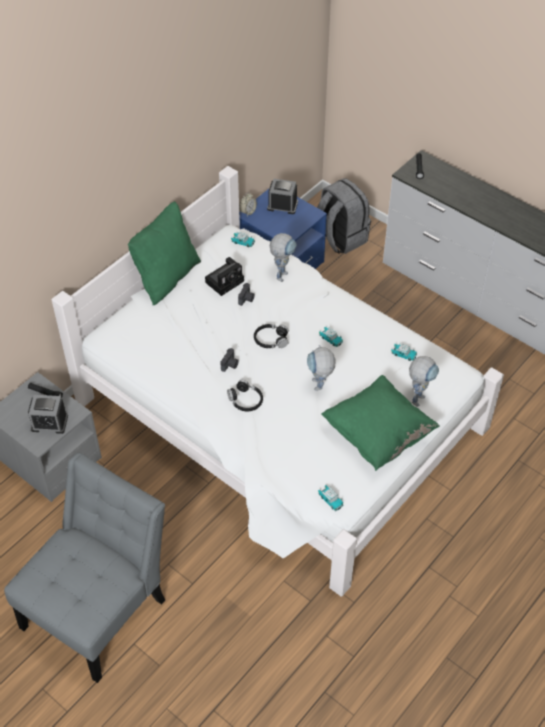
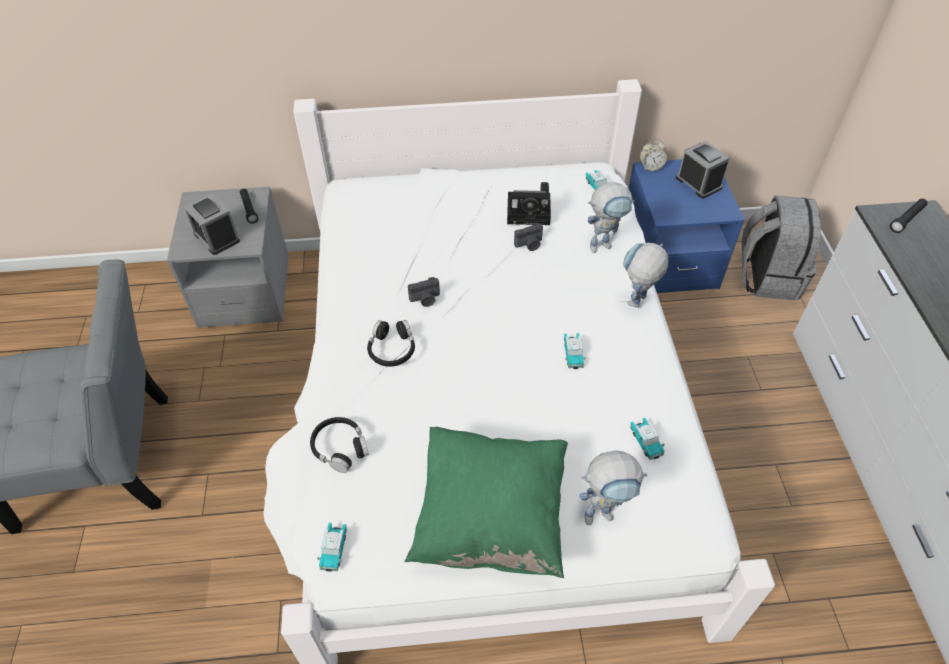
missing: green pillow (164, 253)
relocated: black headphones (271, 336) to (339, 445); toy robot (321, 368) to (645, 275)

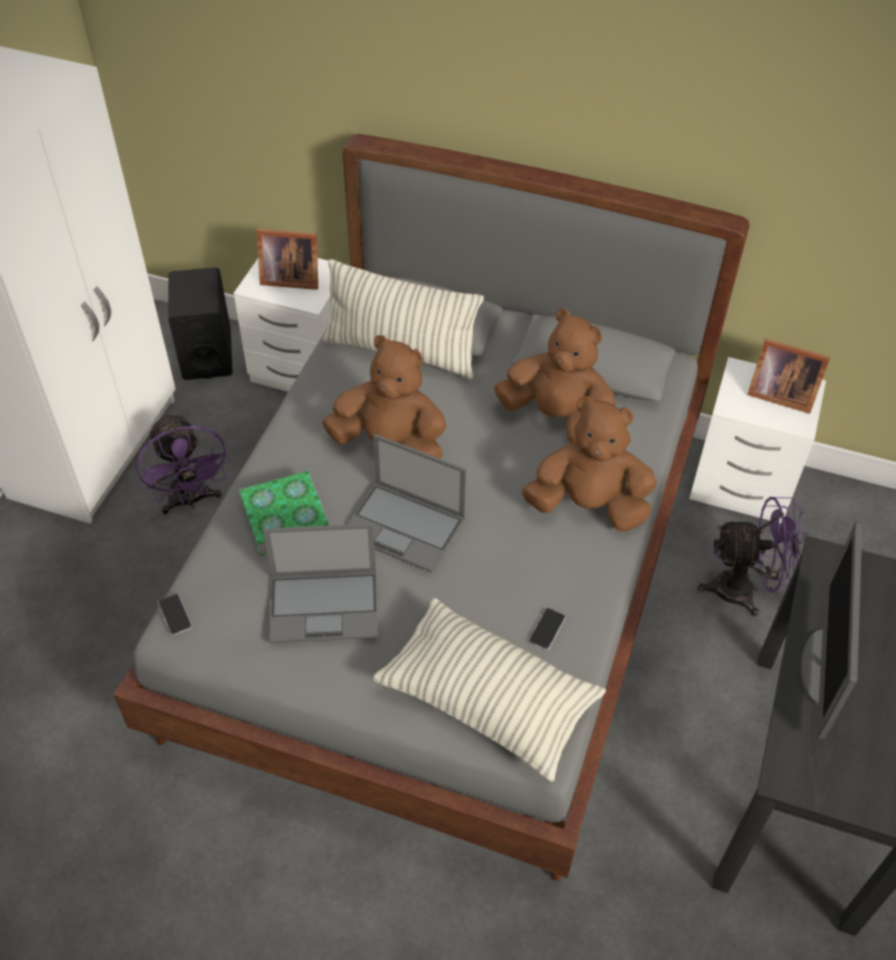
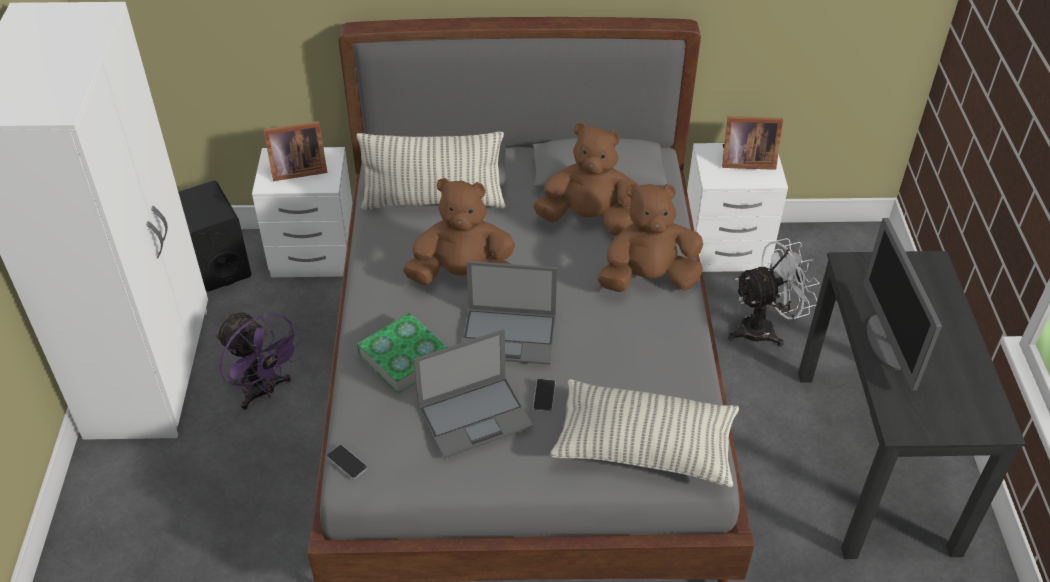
relocated: phone (547, 629) to (544, 395)
colour: purple fan (752, 557) to white fan (774, 292)

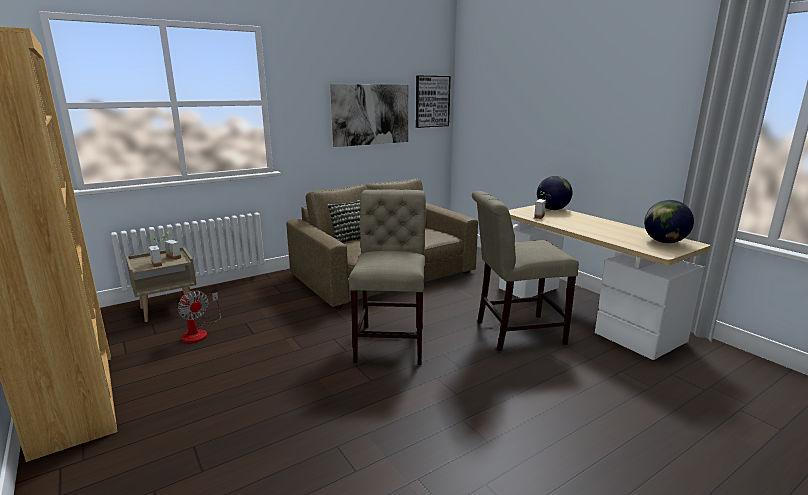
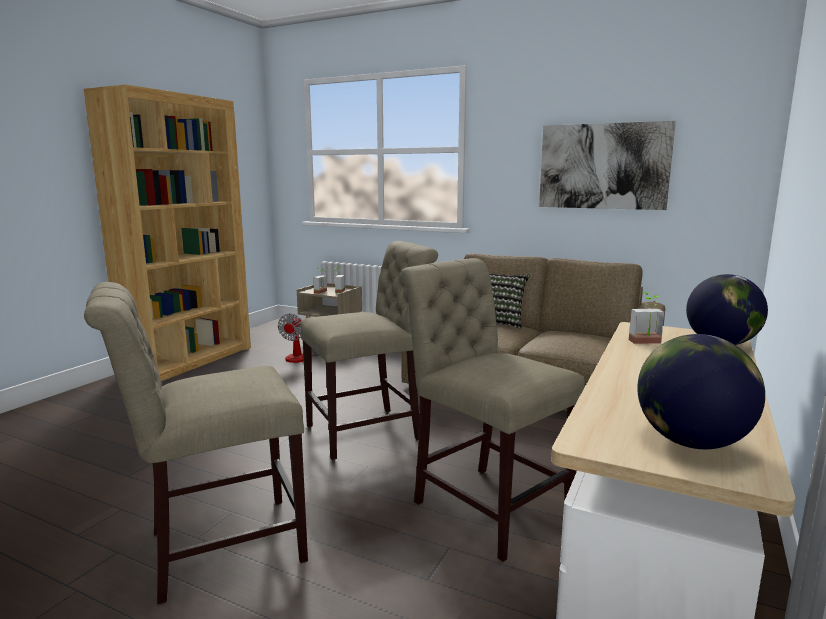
missing: picture (433, 102)
appeared: beige chair (196, 443)

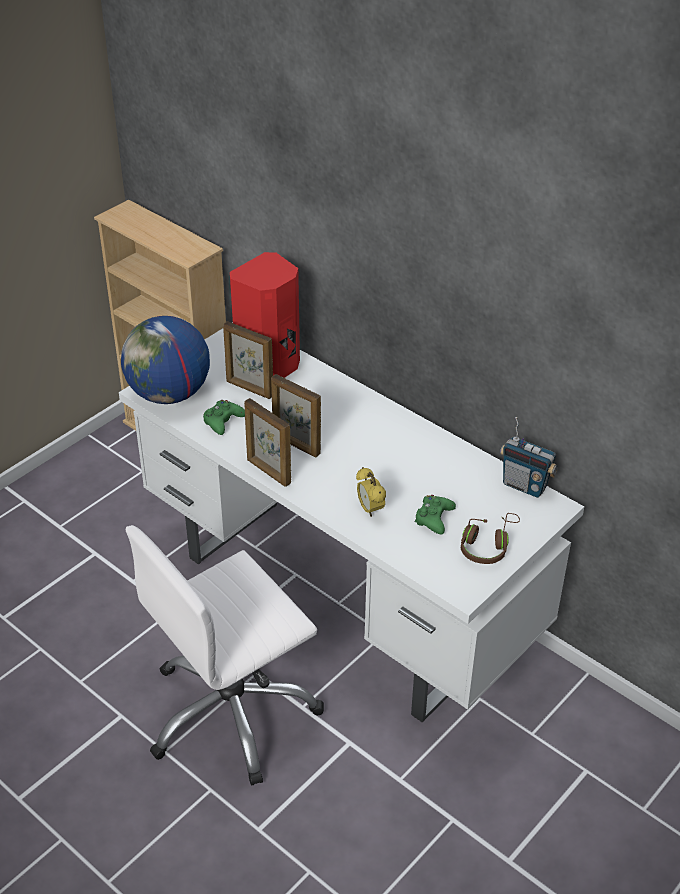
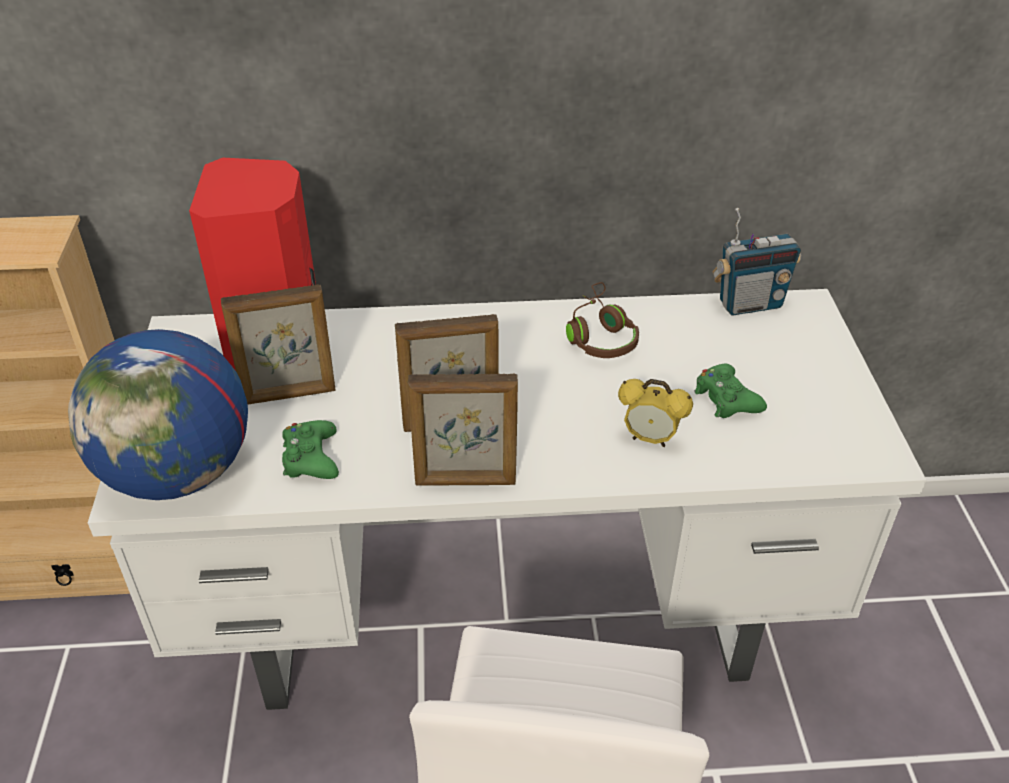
relocated: brown headphones (490, 538) to (602, 320)

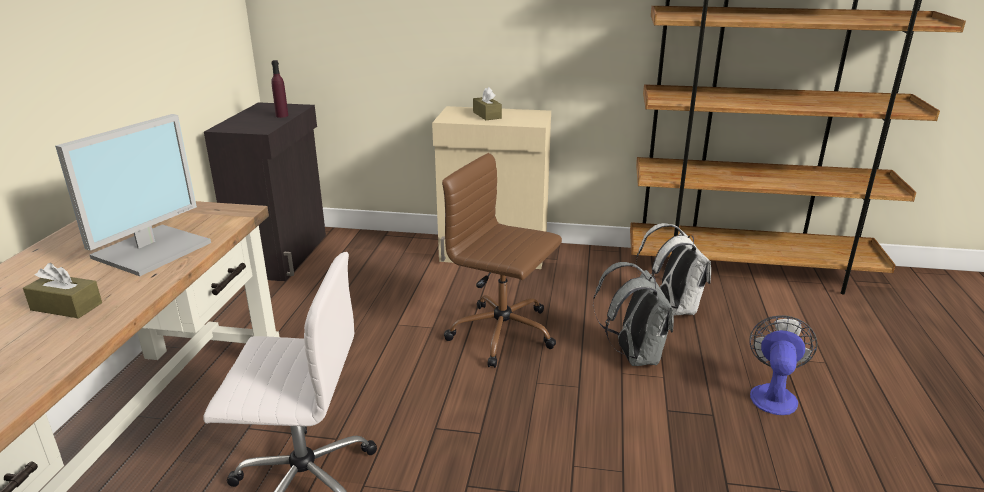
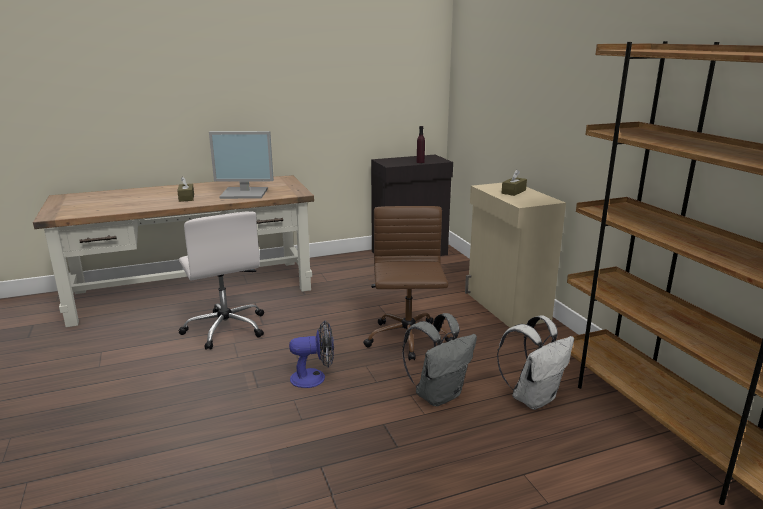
relocated: fan (783, 365) to (311, 354)

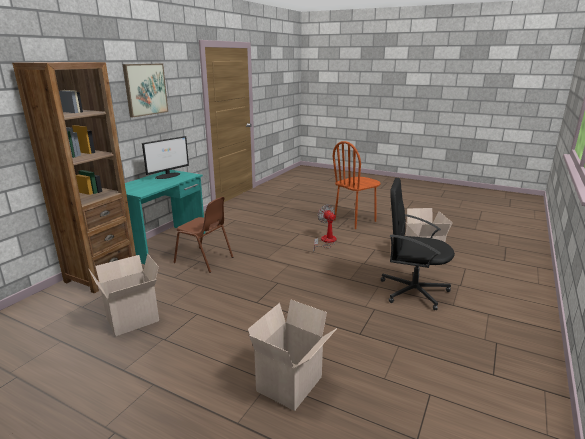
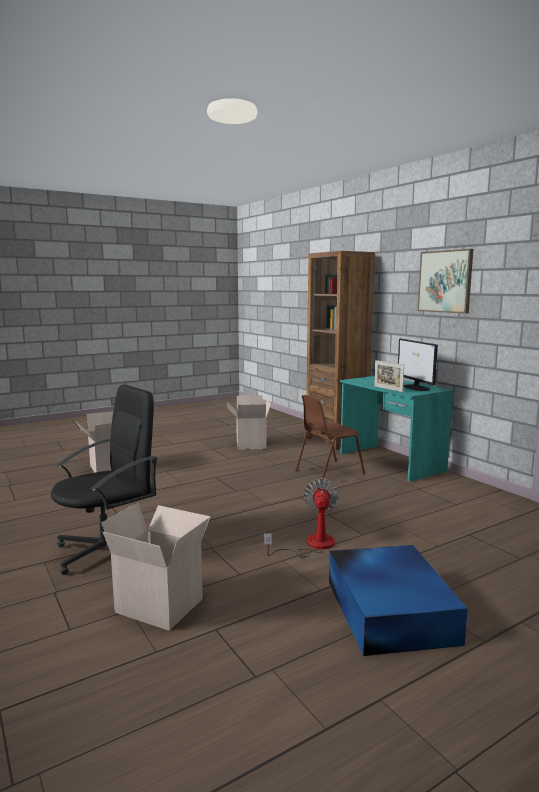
appeared: picture frame (389, 376)
exchanged: brown chair (357, 185) to blue storage box (398, 600)
spun: fan (325, 227) = (301, 517) 90 degrees counterclockwise

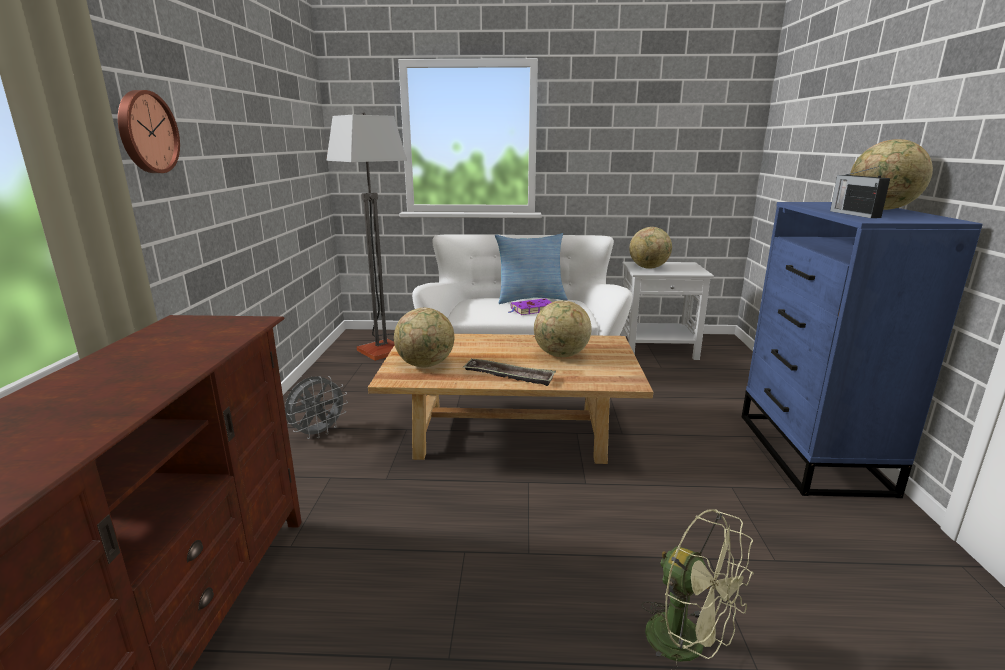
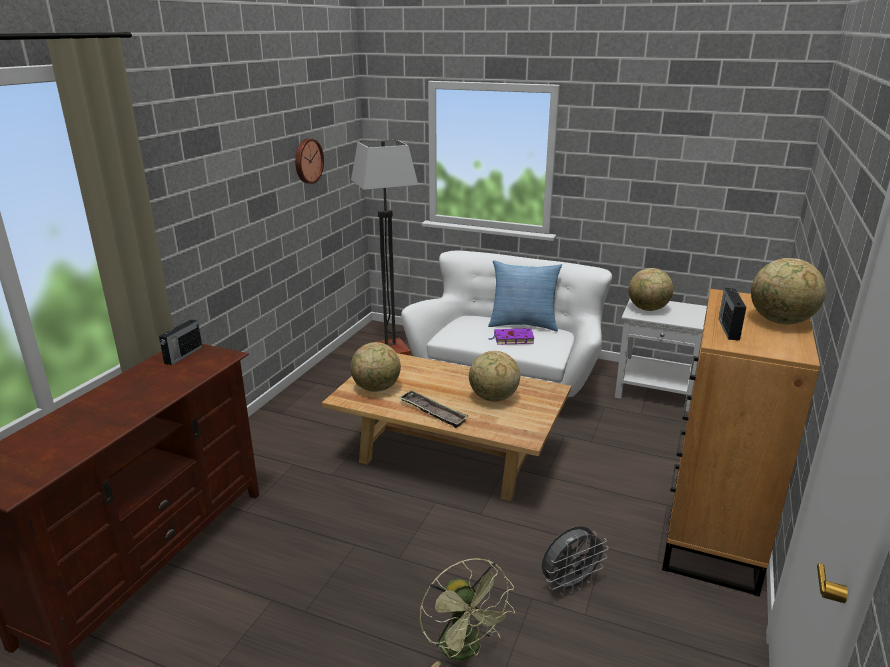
appeared: radio (180, 341)
relocated: wall clock (149, 131) to (309, 161); grey fan (316, 407) to (575, 560)
colour: blue dresser (862, 350) to brown dresser (741, 442)

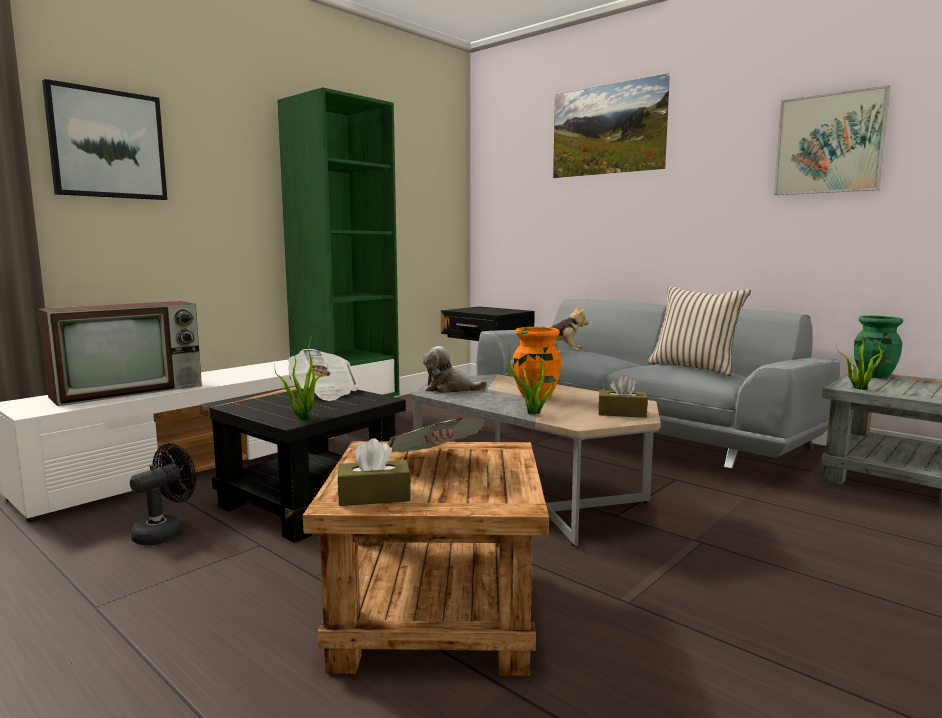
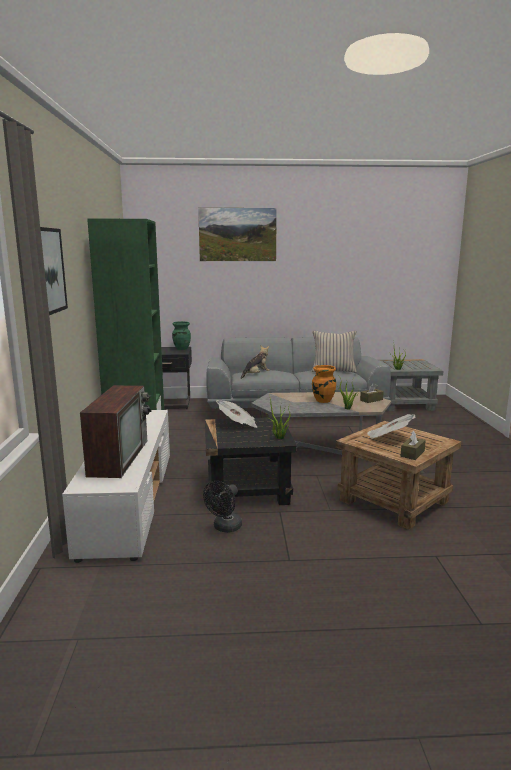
missing: plush toy (455, 369); picture (832, 140)
relocated: green vase (878, 347) to (181, 335)
spun: black fan (163, 494) = (222, 506) 135 degrees counterclockwise

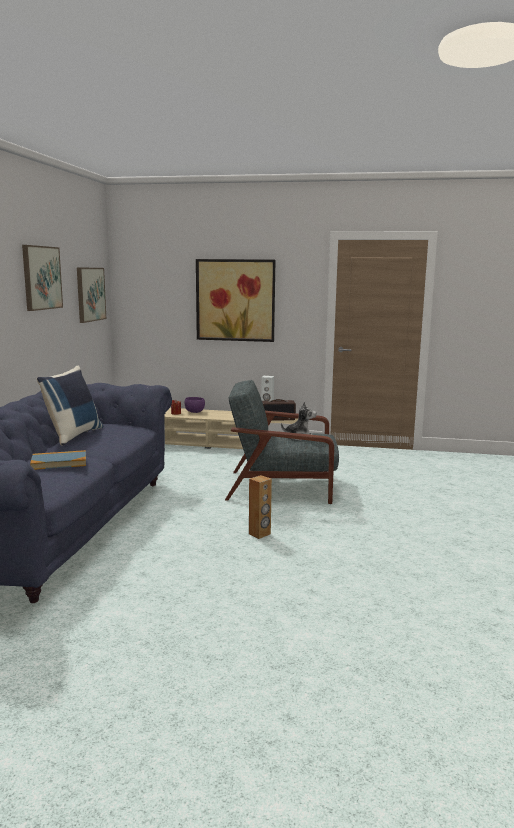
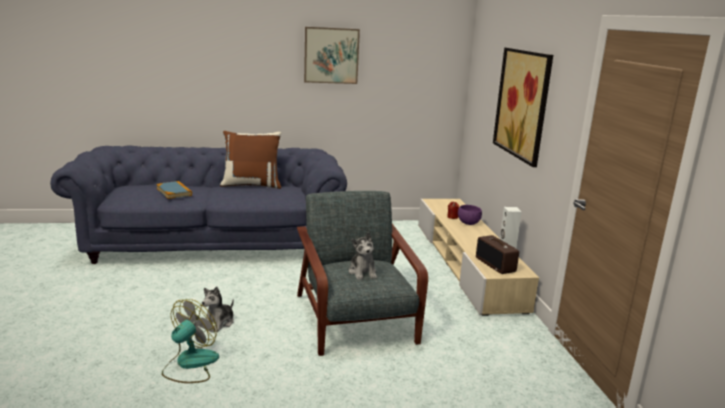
missing: picture (91, 295)
appeared: fan (190, 341)
exchanged: brown speaker (260, 507) to plush toy (218, 309)
colour: blue pillow (70, 406) to brown pillow (250, 160)

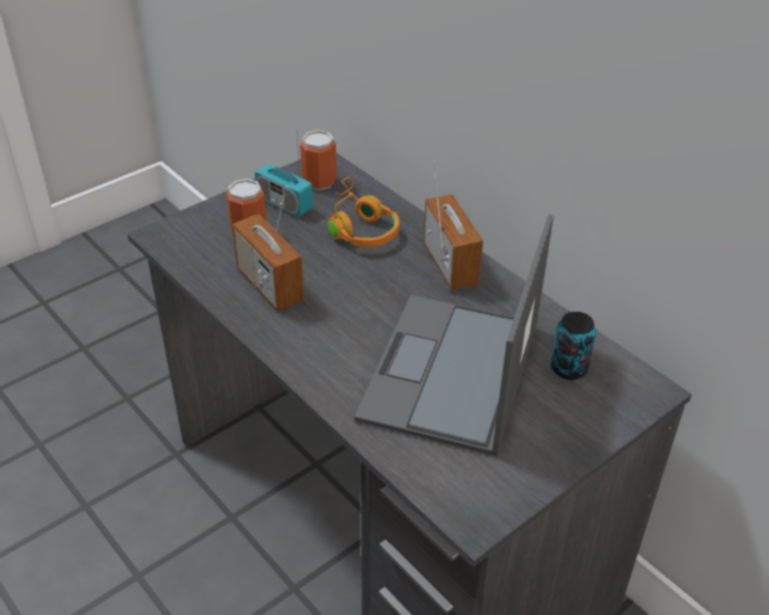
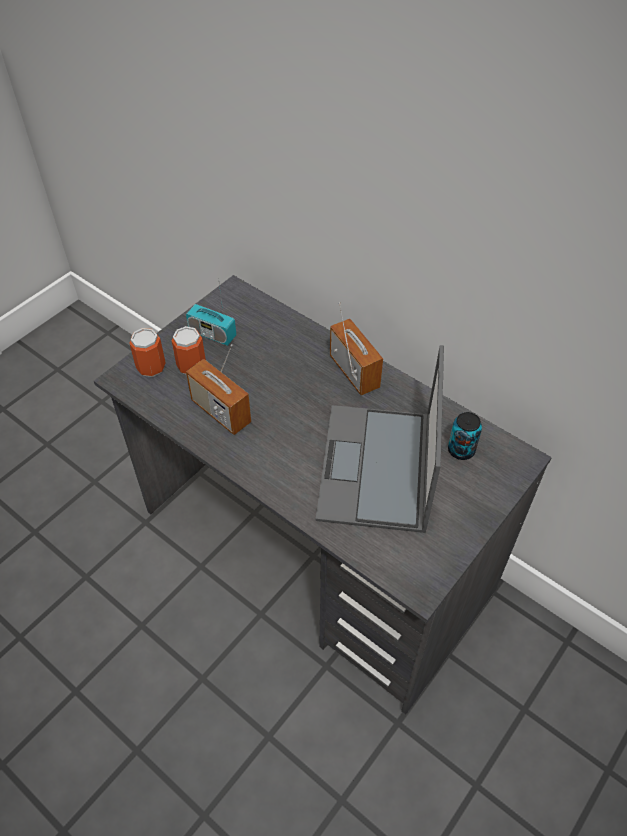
missing: orange headphones (363, 212)
relocated: can (318, 160) to (147, 352)

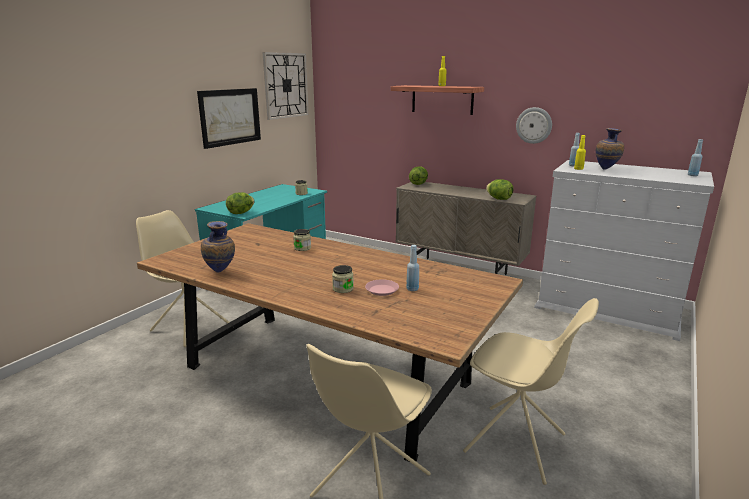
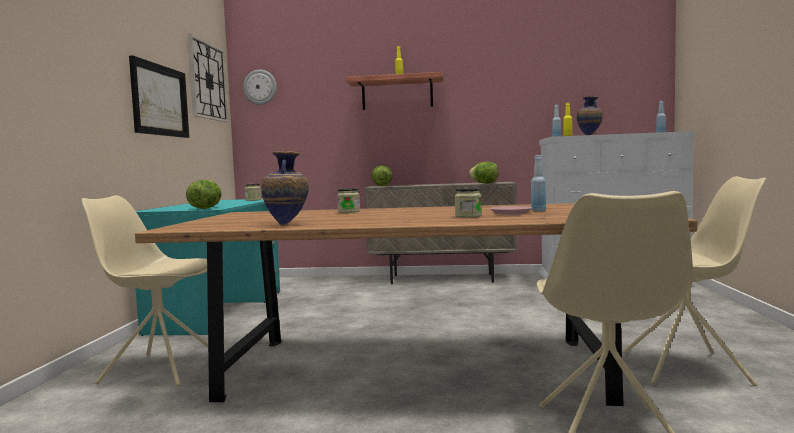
relocated: wall clock (534, 125) to (260, 87)

